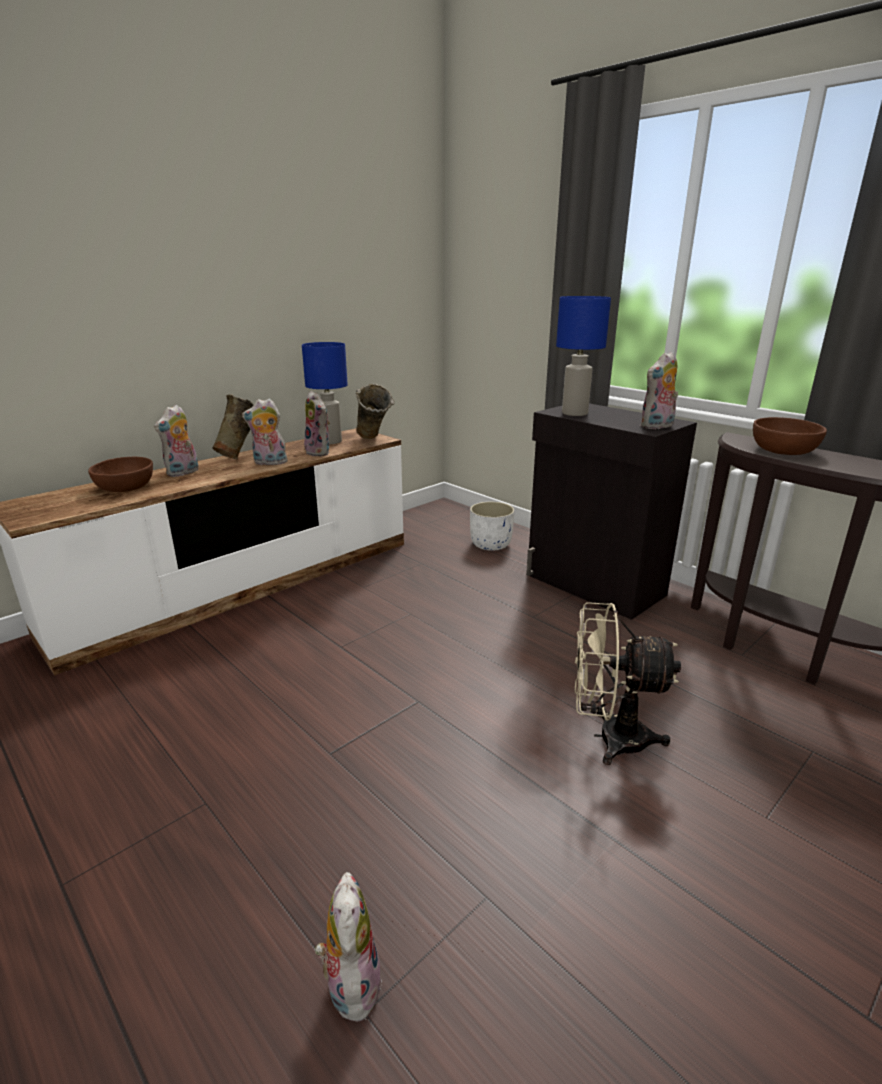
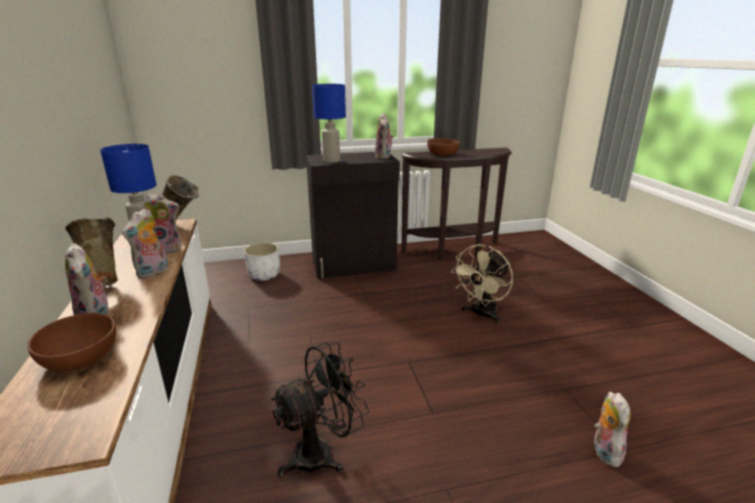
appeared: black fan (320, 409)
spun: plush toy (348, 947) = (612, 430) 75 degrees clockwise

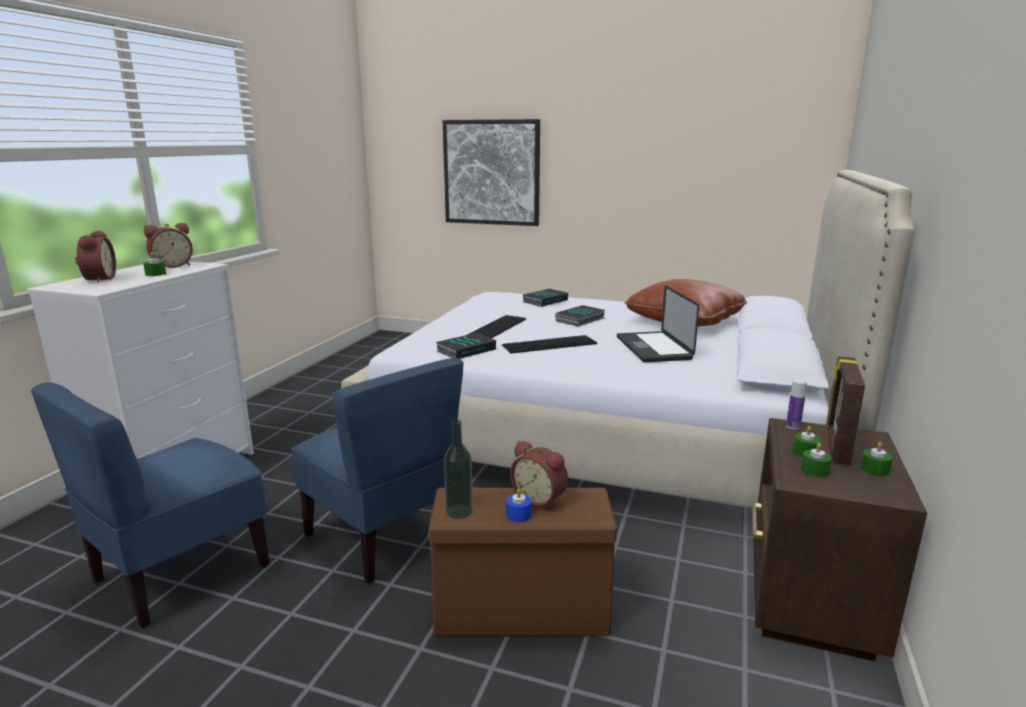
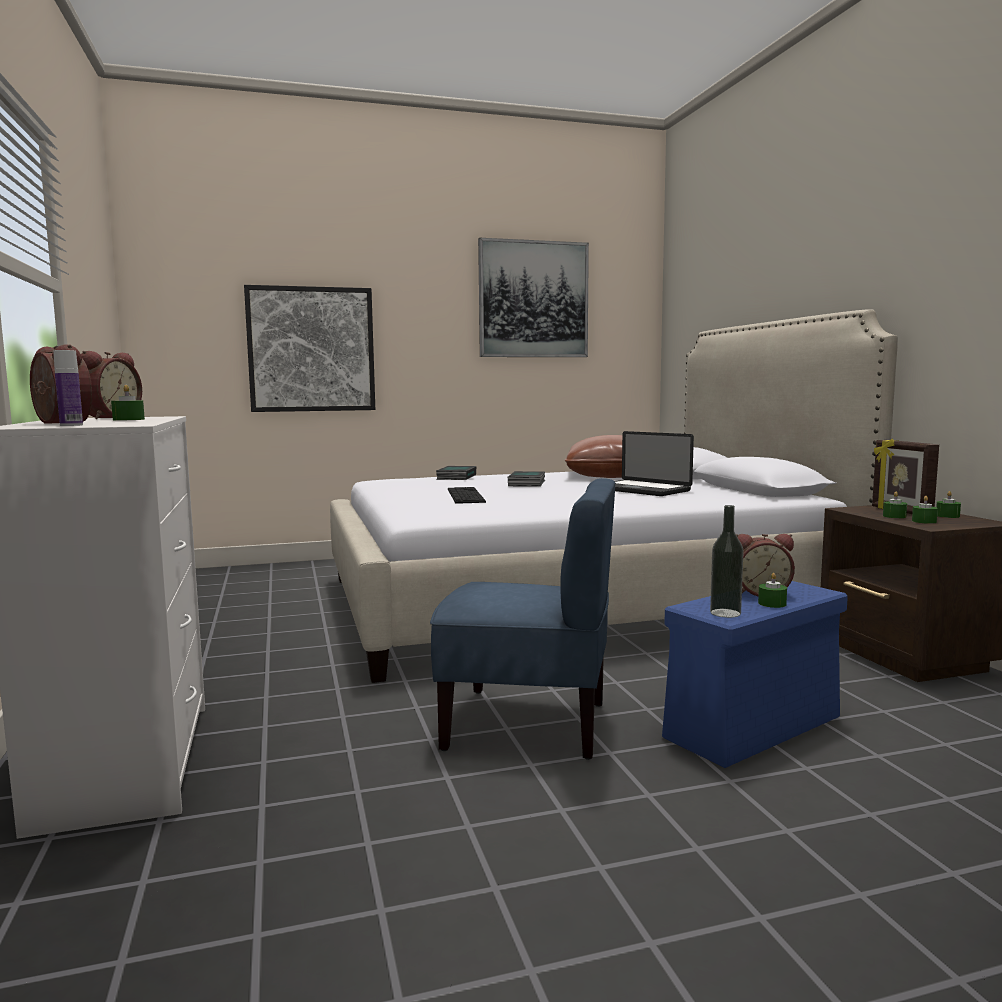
missing: blue chair (150, 505); book (466, 346); keyboard (549, 344)
appeared: picture (533, 297)
relocated: bottle (796, 404) to (68, 388)
colour: brown storage box (523, 562) to blue storage box (755, 674); blue candle (519, 505) to green candle (772, 590)

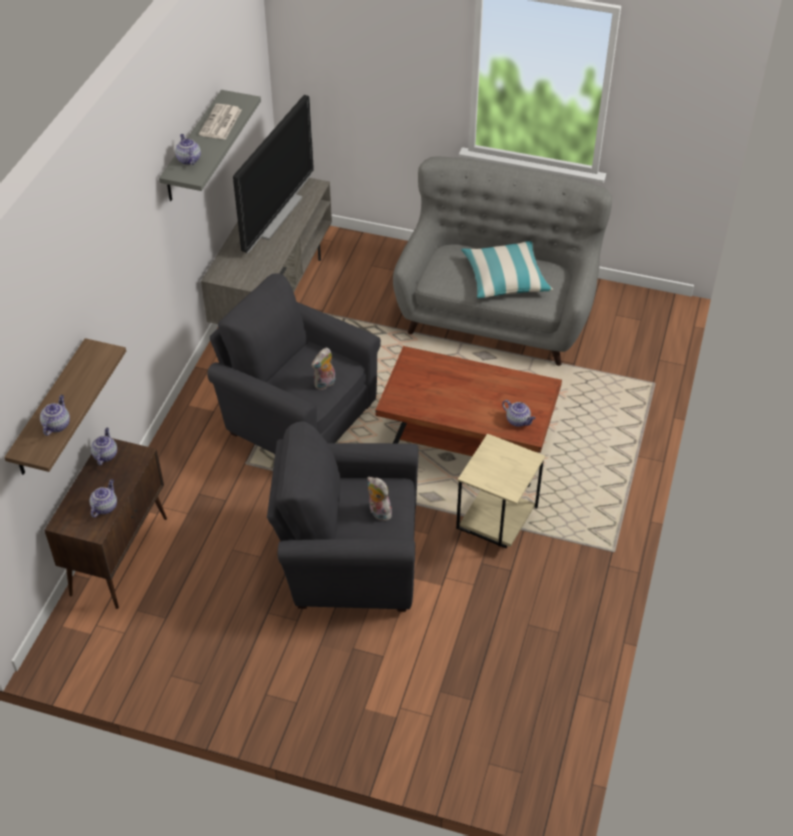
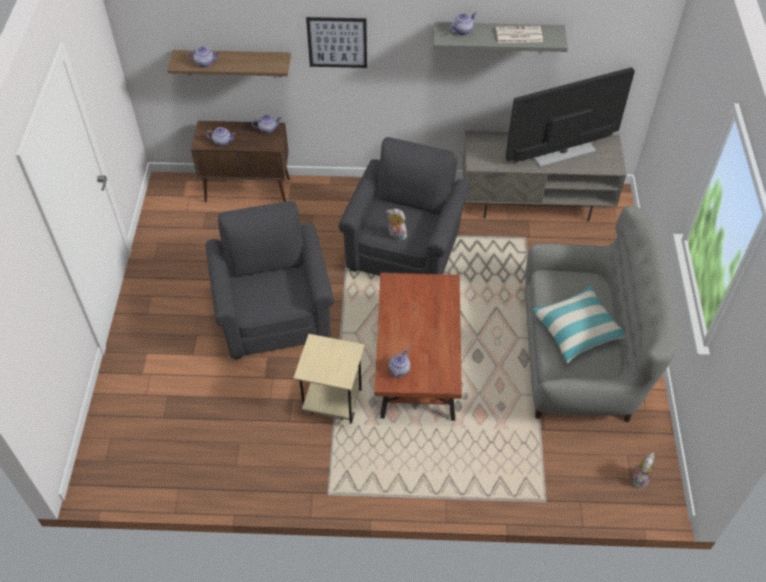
appeared: picture (336, 42)
relocated: plush toy (379, 499) to (644, 470)
spun: television (273, 174) = (570, 117) 150 degrees clockwise

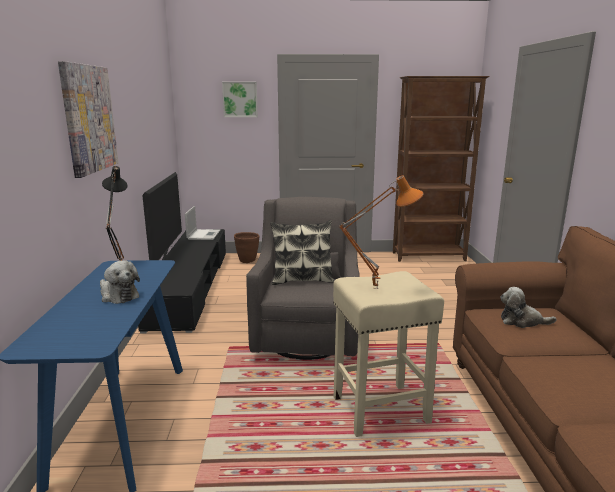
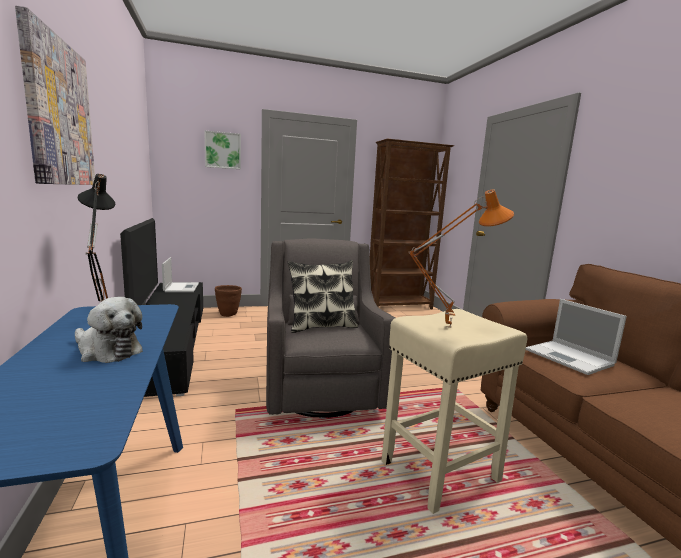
exchanged: plush toy (528, 307) to laptop (576, 337)

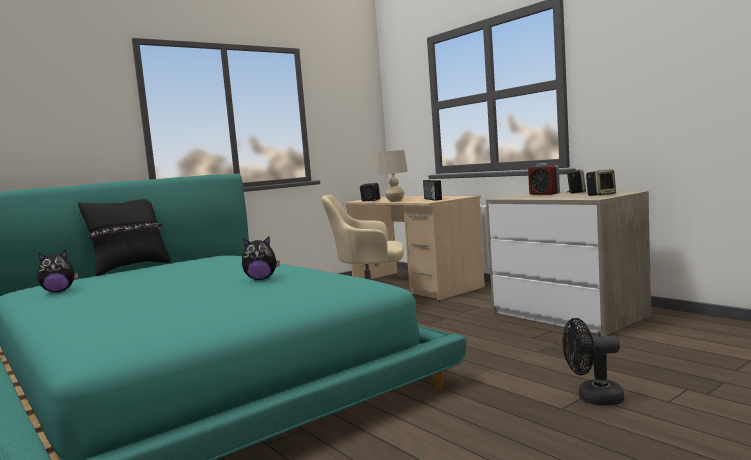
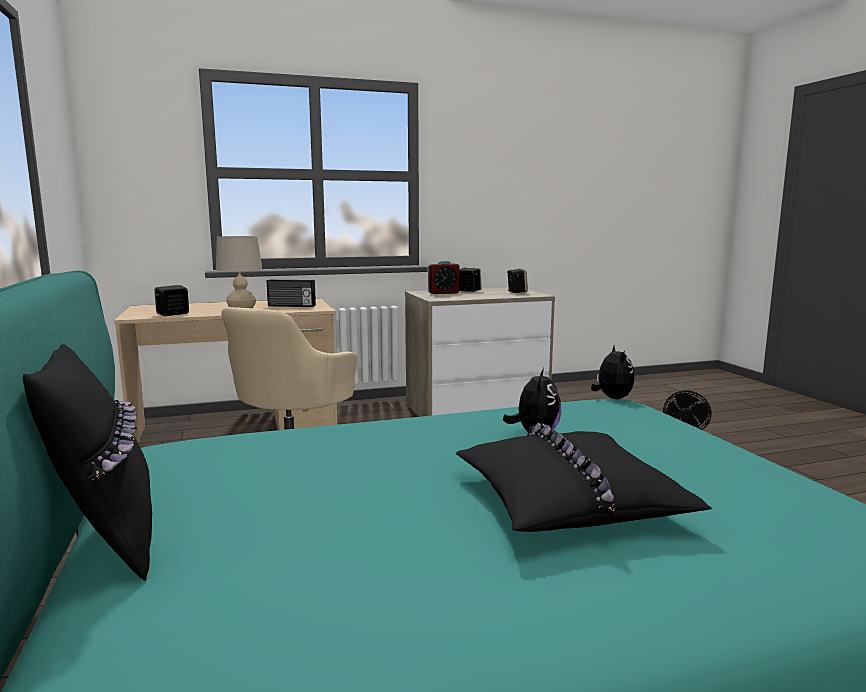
appeared: black pillow (584, 477)
relocated: plush toy (57, 271) to (613, 371)

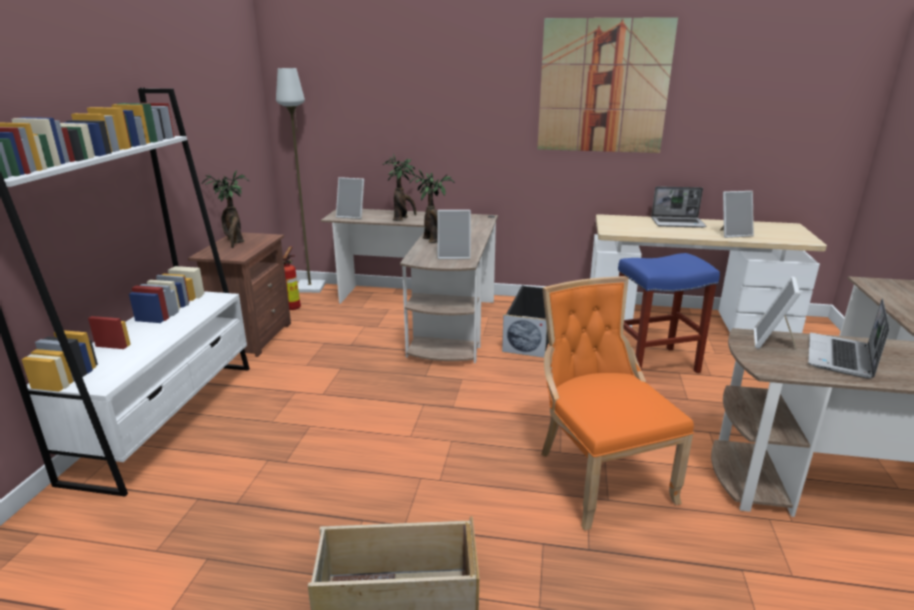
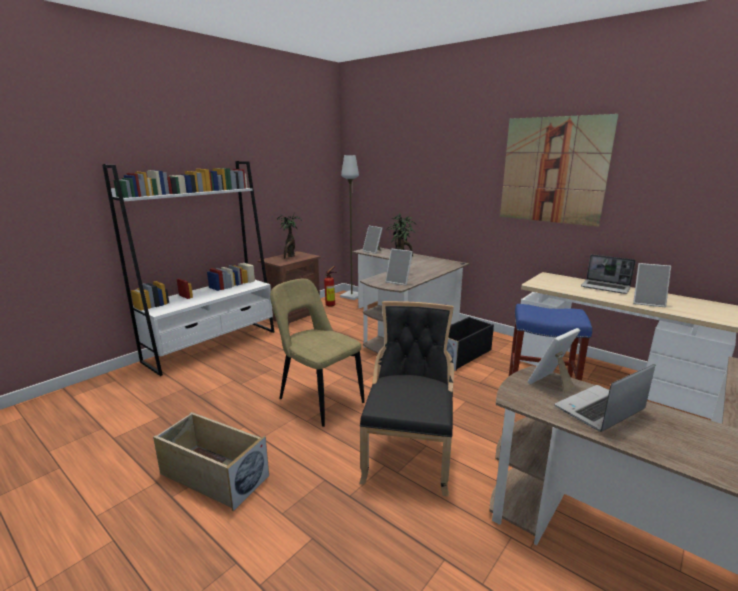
appeared: beige chair (317, 352)
colour: orange chair (617, 403) to black chair (406, 399)

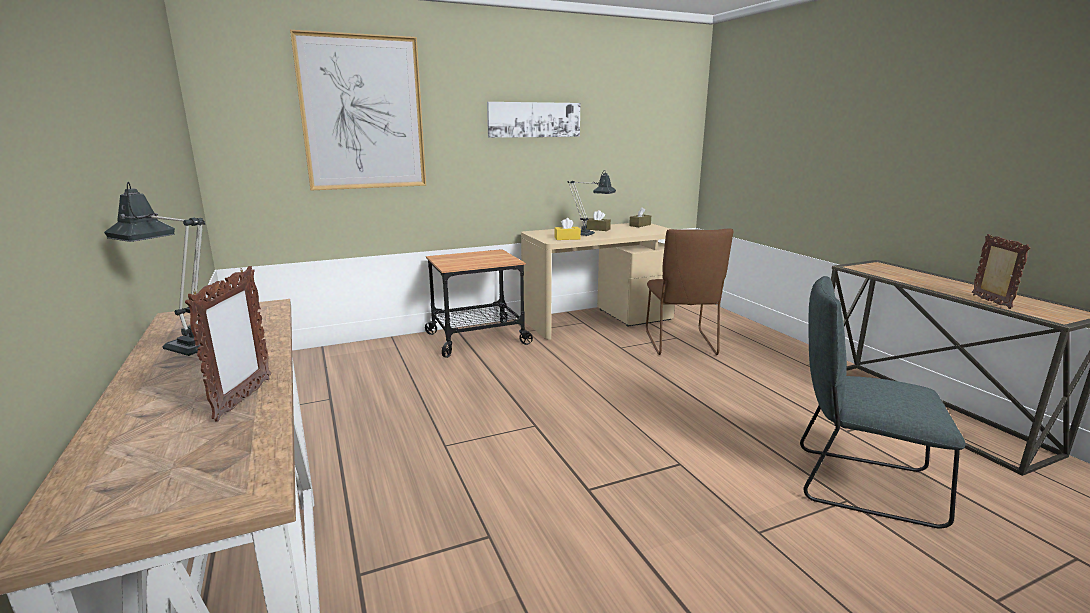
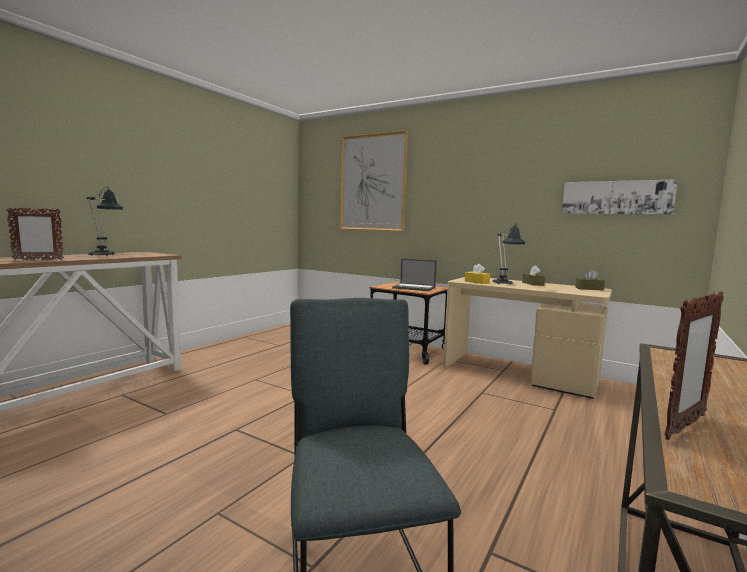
missing: brown chair (689, 292)
appeared: laptop (414, 275)
relocated: picture (533, 120) to (620, 197)

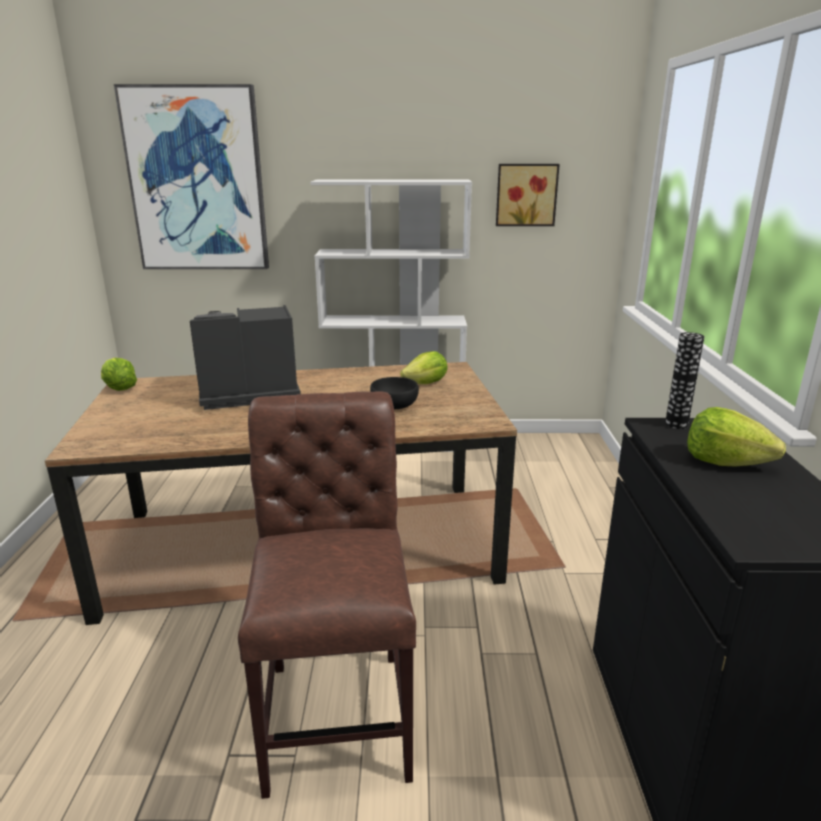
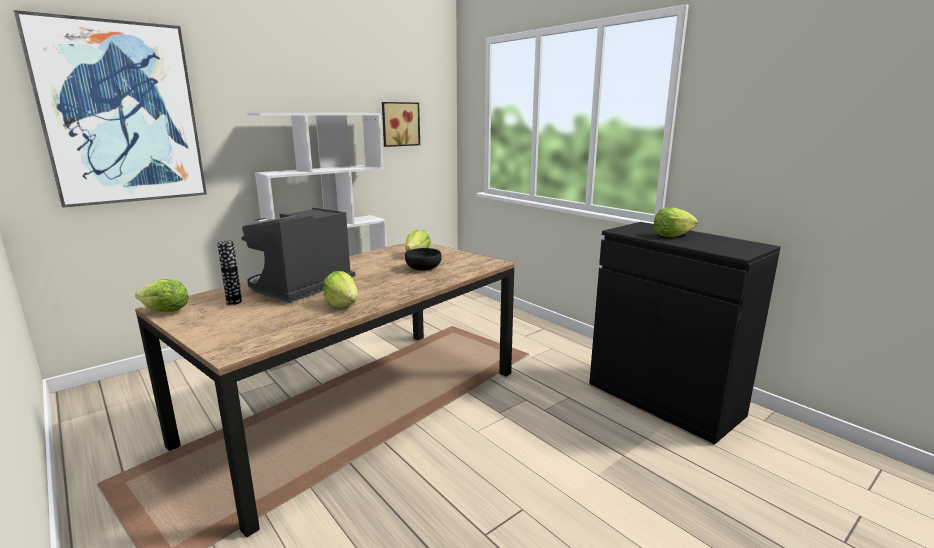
missing: brown chair (327, 595)
appeared: lettuce (341, 289)
relocated: vase (685, 380) to (229, 273)

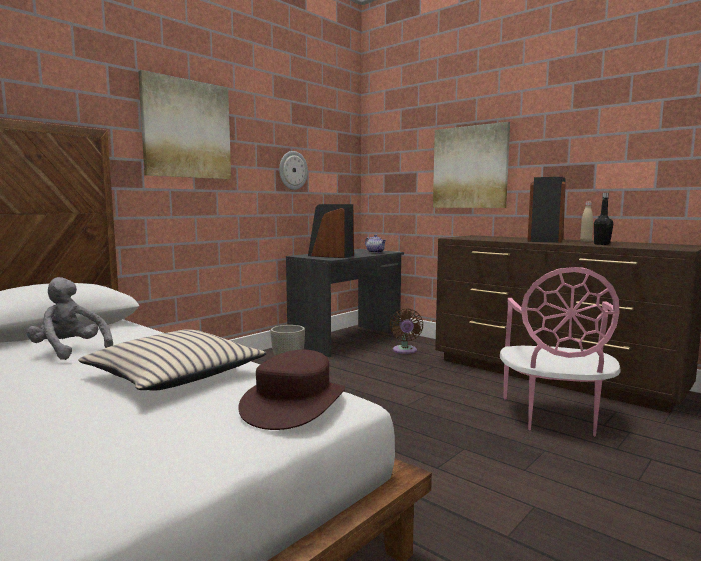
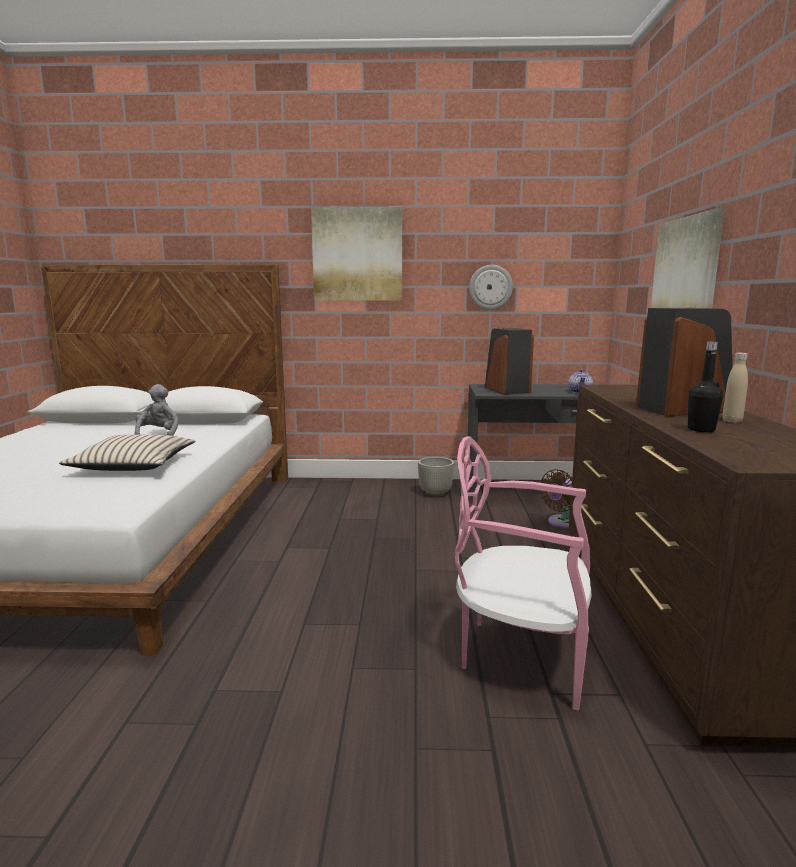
missing: brown hat (291, 390)
spun: pink chair (560, 351) = (523, 573) 45 degrees clockwise

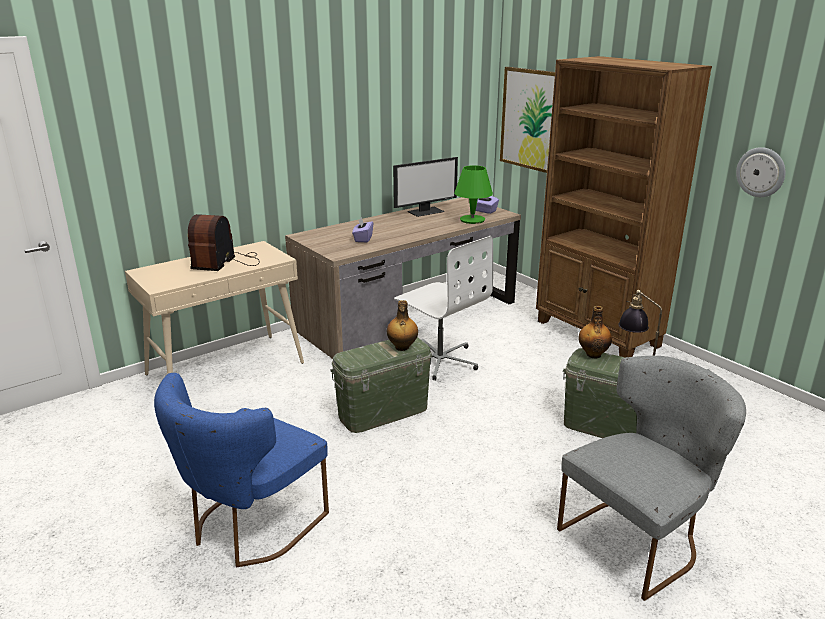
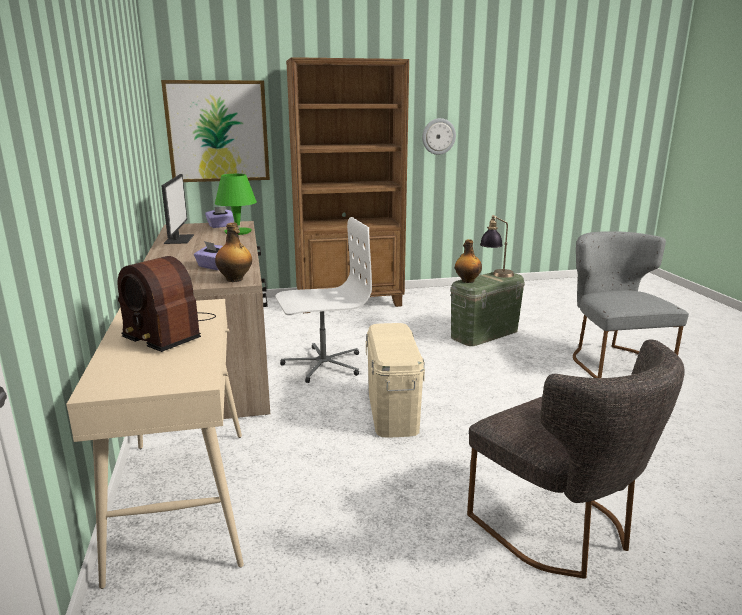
relocated: bottle (402, 325) to (233, 252)
colour: green storage box (381, 385) to beige storage box (395, 380); blue chair (241, 470) to grey chair (576, 459)

